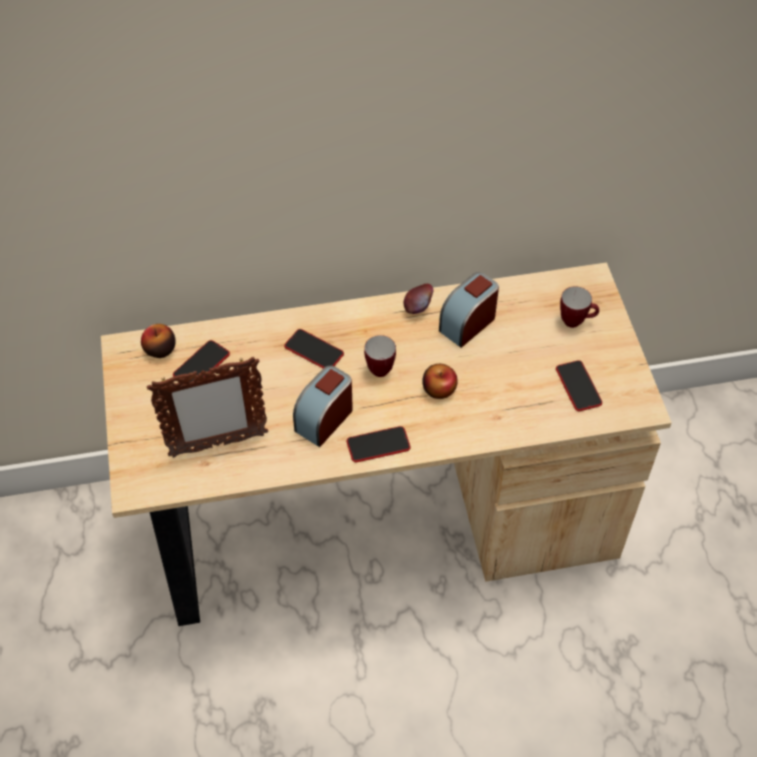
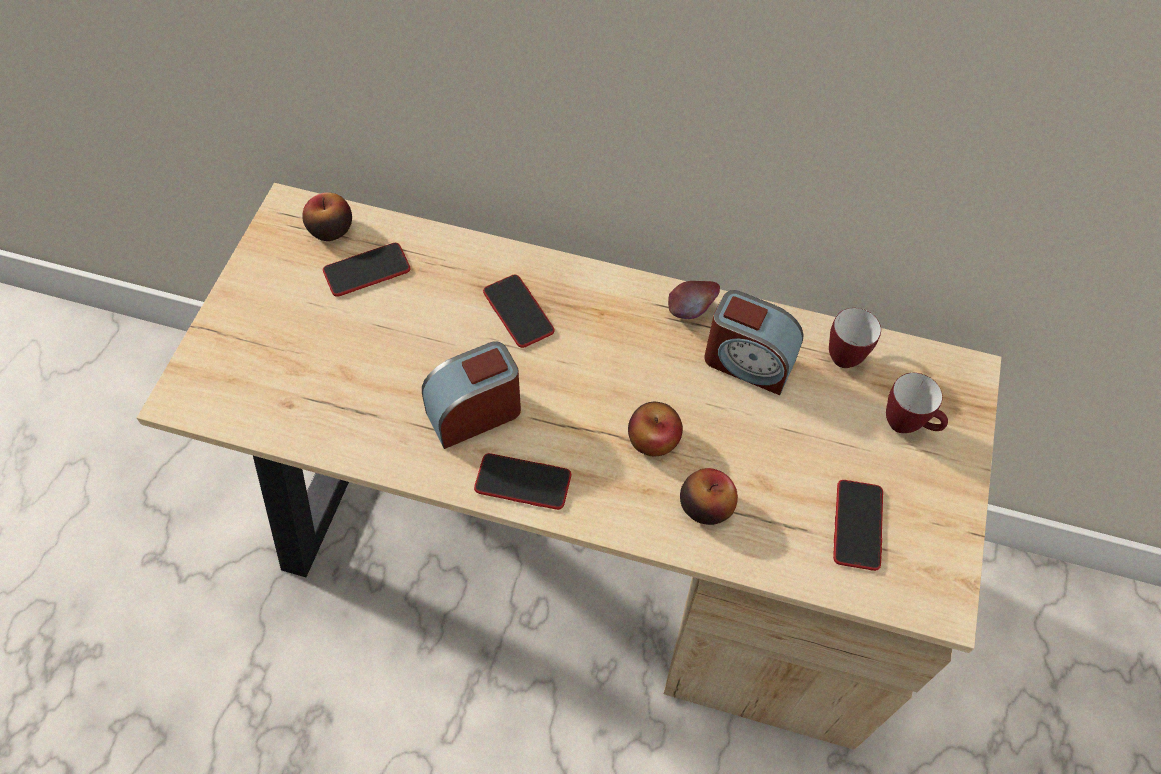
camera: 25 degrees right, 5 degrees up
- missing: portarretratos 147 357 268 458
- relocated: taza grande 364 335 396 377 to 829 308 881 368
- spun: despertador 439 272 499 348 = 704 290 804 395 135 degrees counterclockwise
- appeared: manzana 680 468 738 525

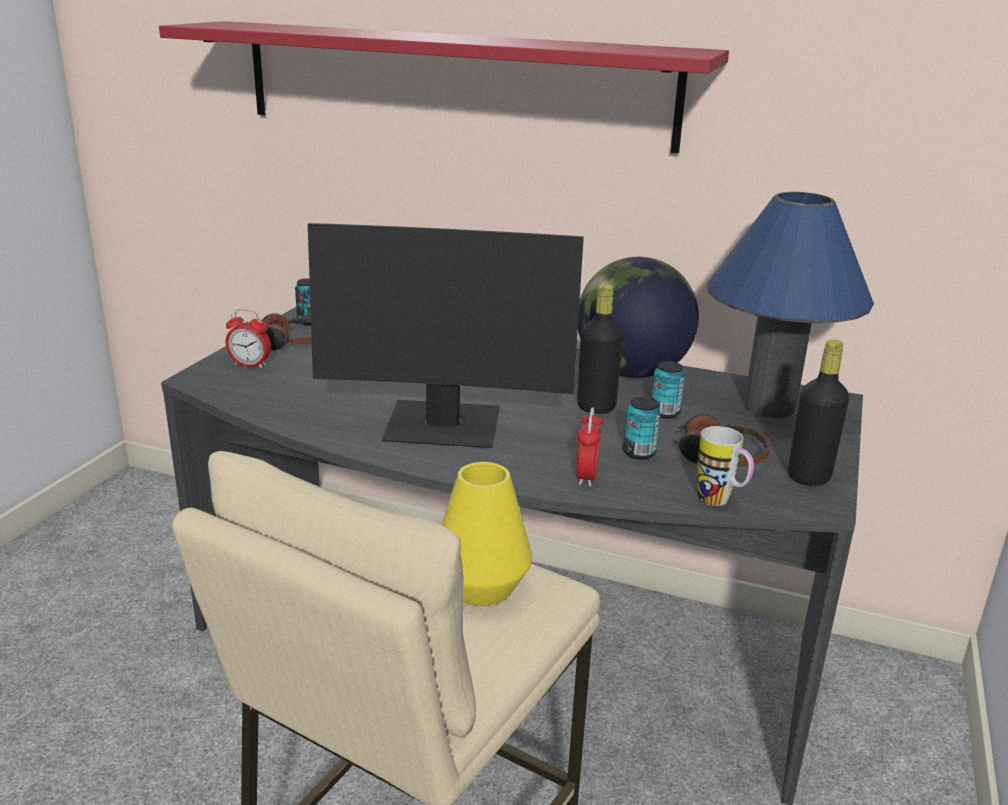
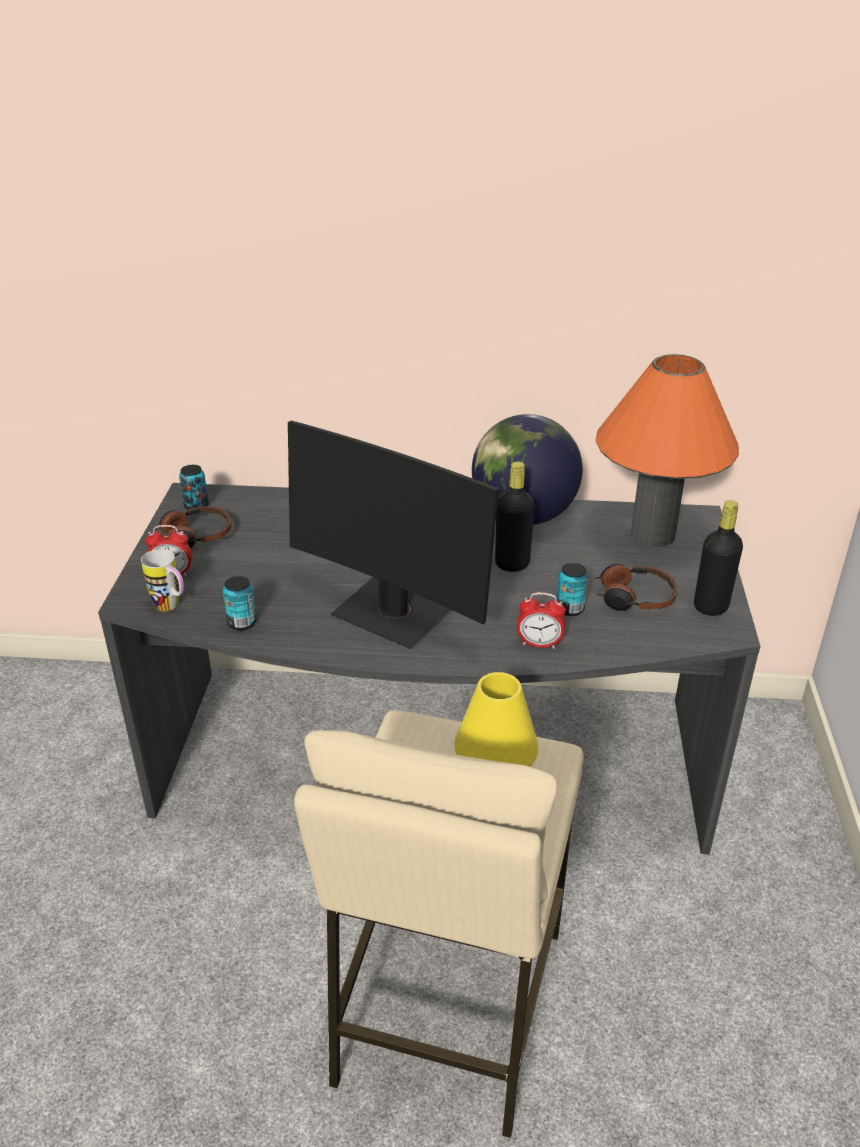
camera: 15 degrees left, 10 degrees up
- missing: estante [rojo] 159 21 729 154
- spun: monitor 308 223 584 448 = 288 421 499 649 45 degrees clockwise
- spun: despertador 576 407 603 487 = 517 592 566 649 105 degrees clockwise
- relocated: lata 651 361 685 419 to 223 576 257 630
- relocated: taza grande 697 426 754 506 to 141 549 184 611
- colour: lámpara de mesa [azul] 708 192 874 418 to lámpara de mesa [naranja] 596 354 739 548

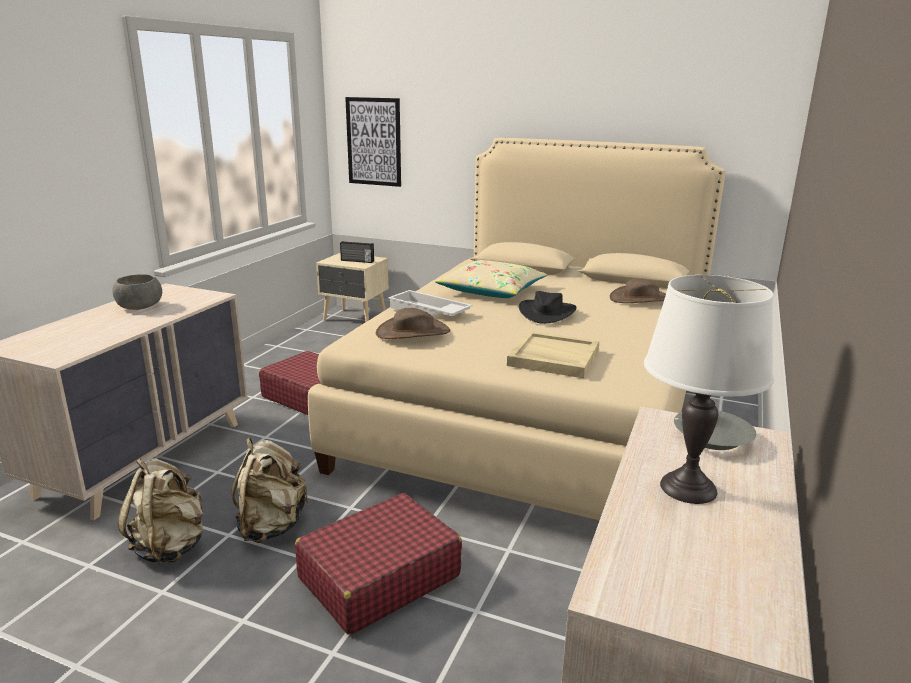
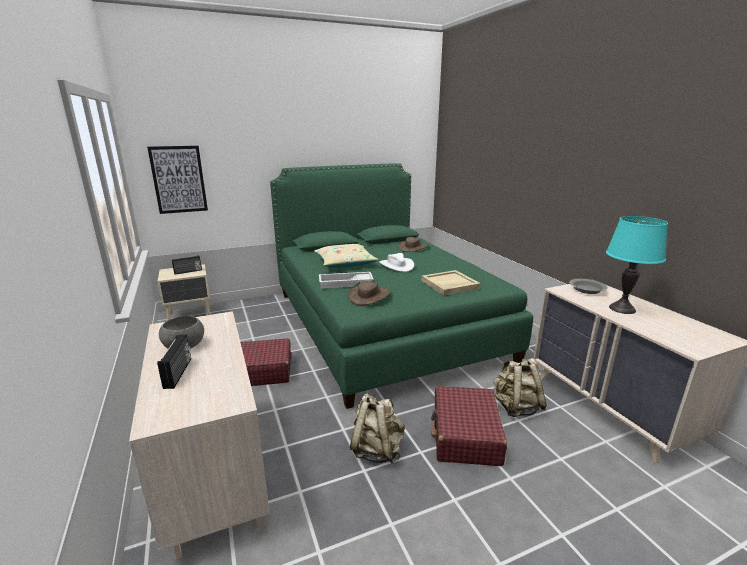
camera: 45 degrees left, 0 degrees up
- relocated: mochila [beis] 118 458 204 565 to 493 358 547 417
- colour: cama [beis] 308 138 726 520 to cama [verde] 270 163 533 409
- colour: sombrero [negro] 519 291 577 324 to sombrero [blanco] 380 253 414 272
- colour: lámpara de mesa [blanco] 644 275 774 504 to lámpara de mesa [turquesa] 606 216 668 314
- appeared: radio 157 334 191 389

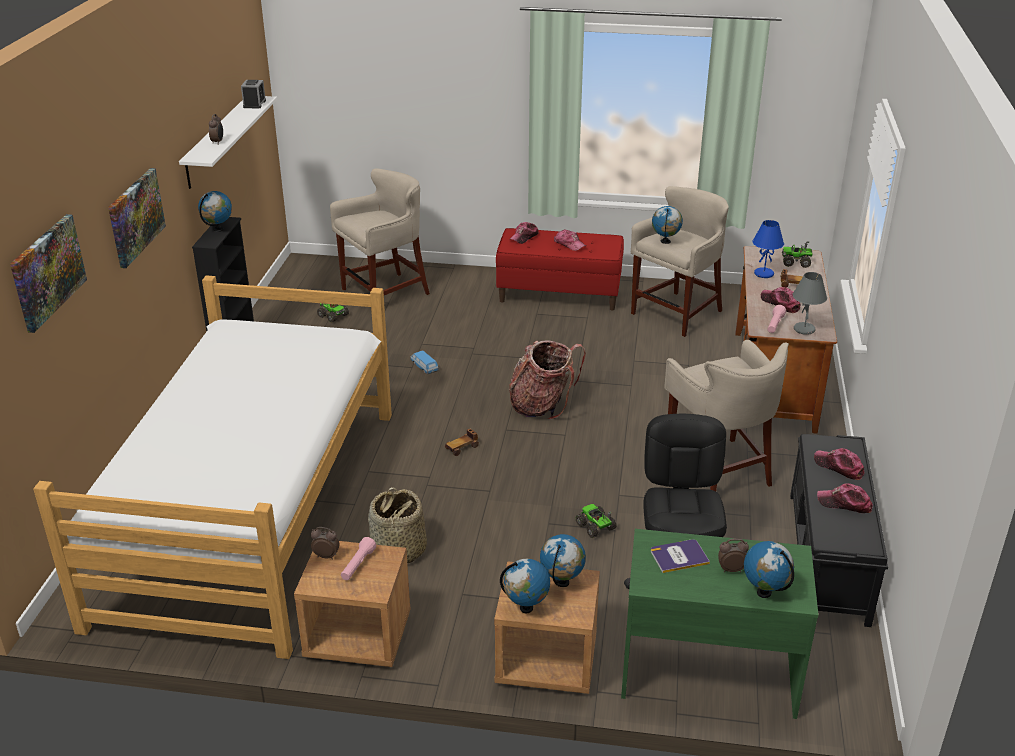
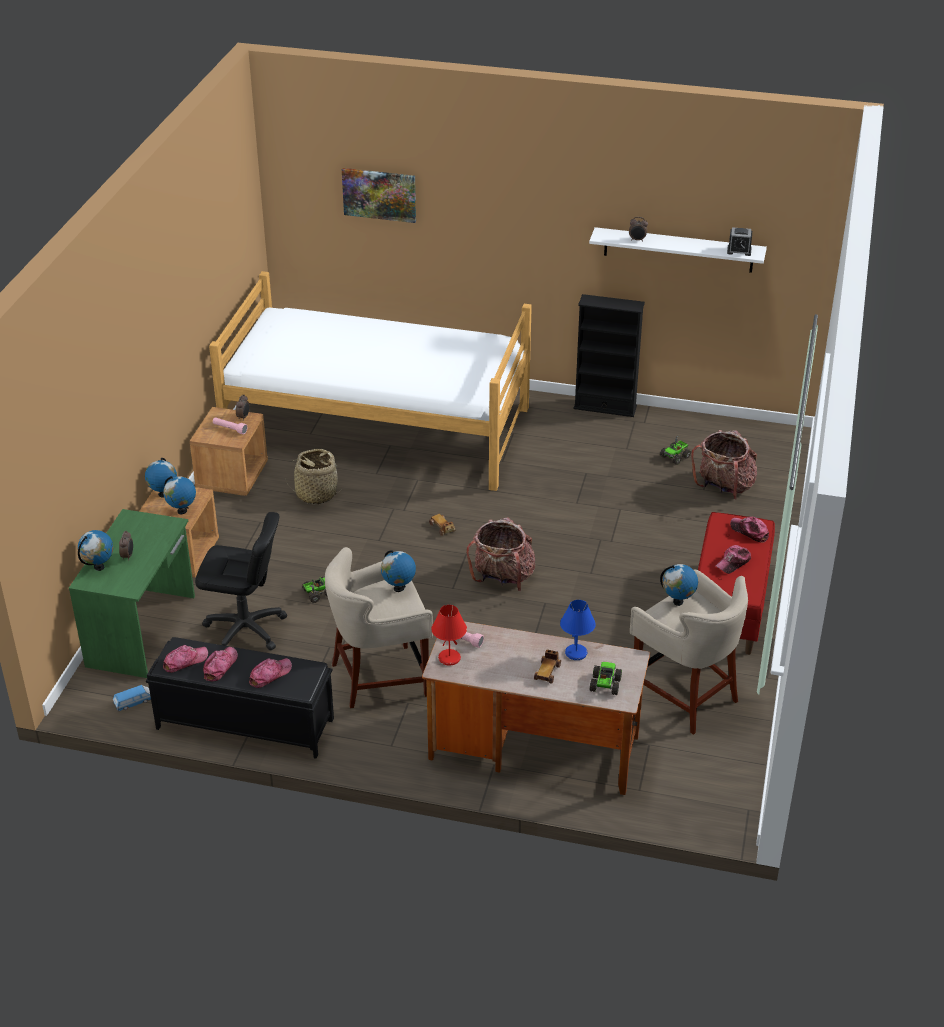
camera: 95 degrees right, 5 degrees up
- missing: cuadro 108 168 166 268
- relocated: globo terráqueo 198 191 232 232 to 381 550 416 592
- exchanged: taburete [beis] 330 168 430 295 to mochila 691 430 757 500
- relocated: coche de juguete 410 350 439 375 to 113 685 151 711
- missing: libro 651 539 710 573
- relocated: gorra 761 287 801 313 to 163 645 208 673
- colour: lámpara de mesa [gris] 792 272 827 335 to lámpara de mesa [rojo] 431 605 467 666

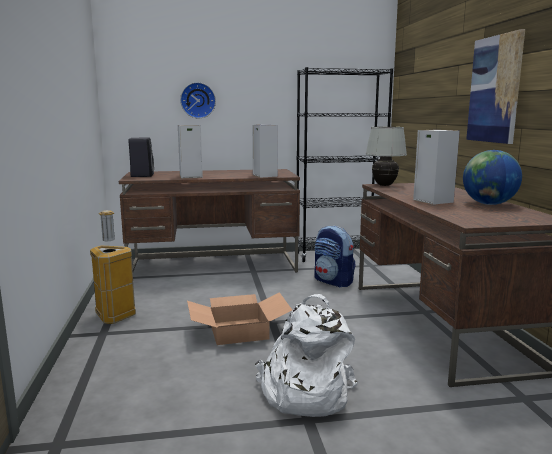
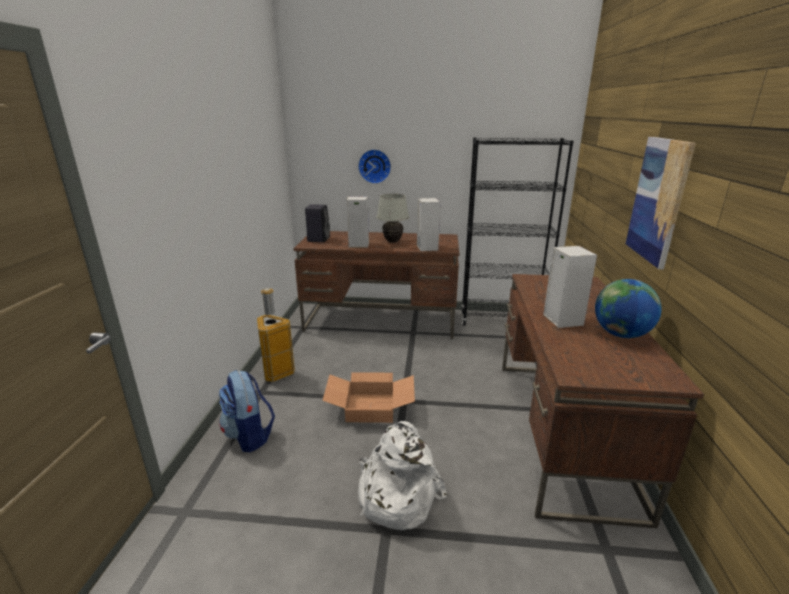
camera: 15 degrees right, 10 degrees up
- relocated: mochila 314 226 356 288 to 219 370 275 452
- relocated: lámpara de mesa [blanco] 365 127 407 186 to 377 194 409 243

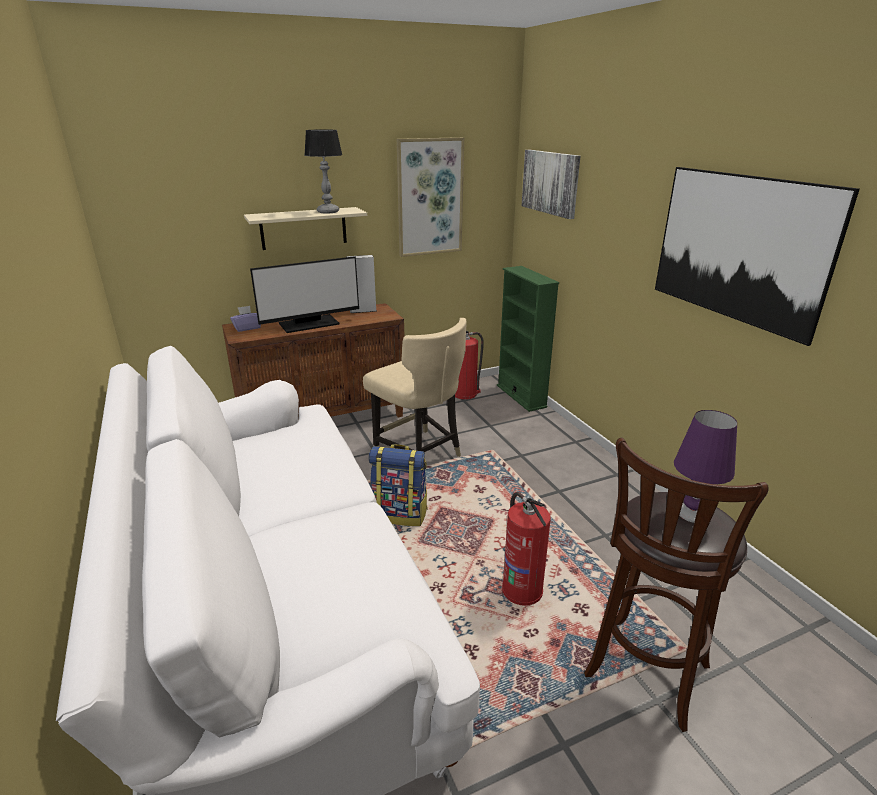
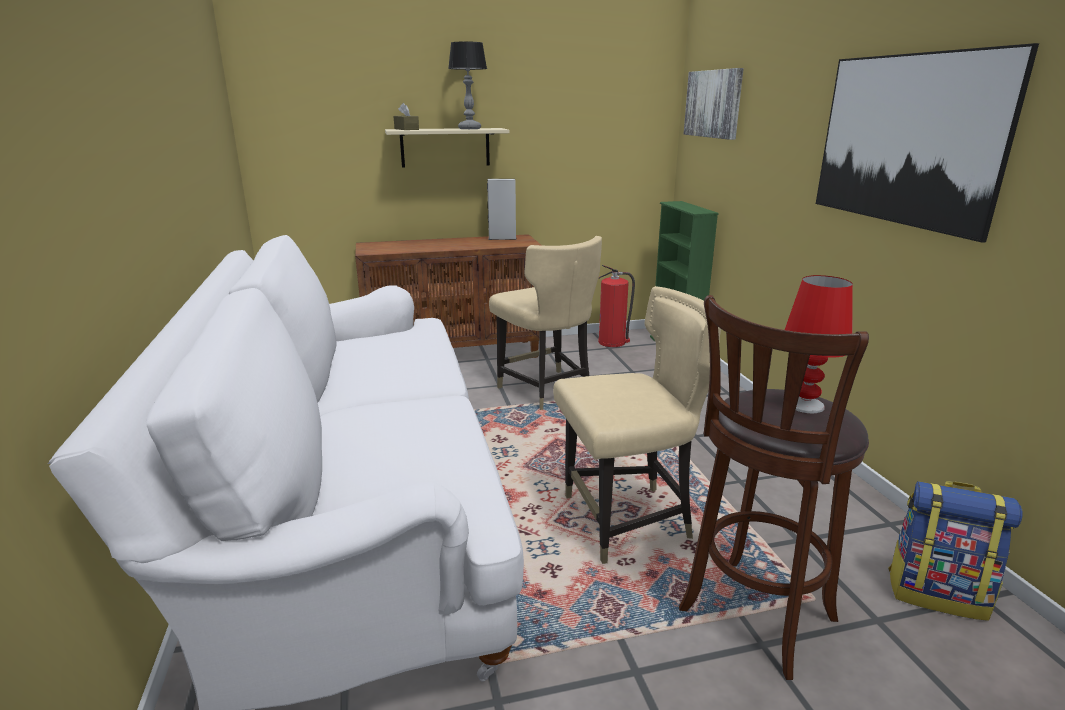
camera: 10 degrees right, 5 degrees down
- missing: caja de pañuelos [morado] 230 306 261 332
- missing: monitor 250 256 359 333
- relocated: mochila 369 444 428 526 to 889 481 1023 621
- missing: cuadro 397 137 464 257
- exchanged: extintor 502 492 551 606 to silla [beis] 553 286 721 564
- colour: lámpara de mesa [morado] 674 410 737 523 to lámpara de mesa [rojo] 785 275 853 413
- appeared: caja de pañuelos [marrón] 394 103 419 130

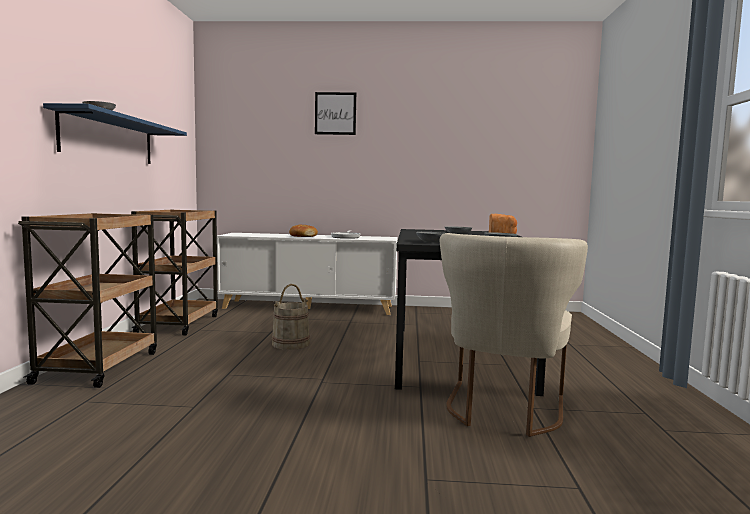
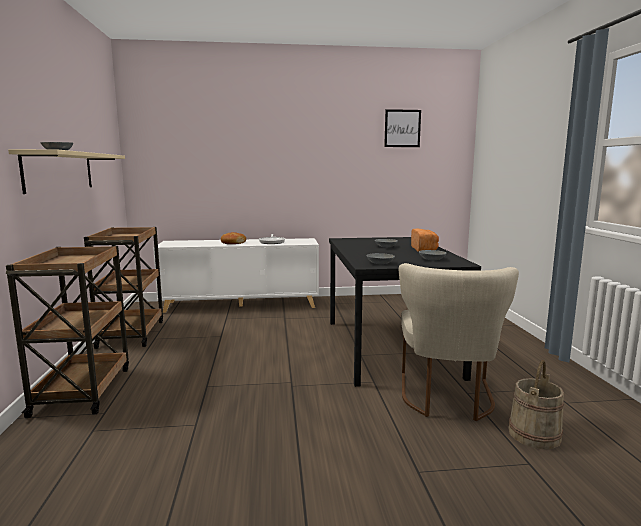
camera: 10 degrees left, 5 degrees up
- colour: estante [azul] 43 103 187 164 to estante [beis] 8 149 125 194
- relocated: cubo [beis] 272 284 310 350 to 508 360 564 450
- relocated: cuadro 315 92 356 135 to 384 109 421 147

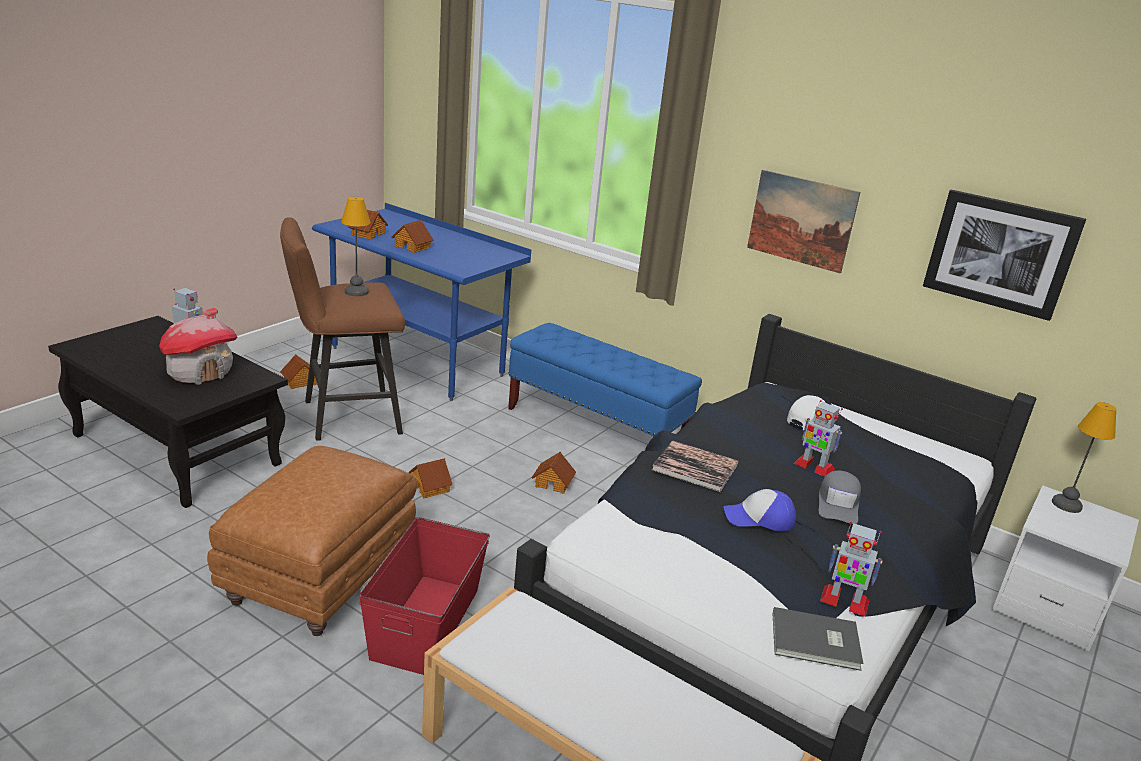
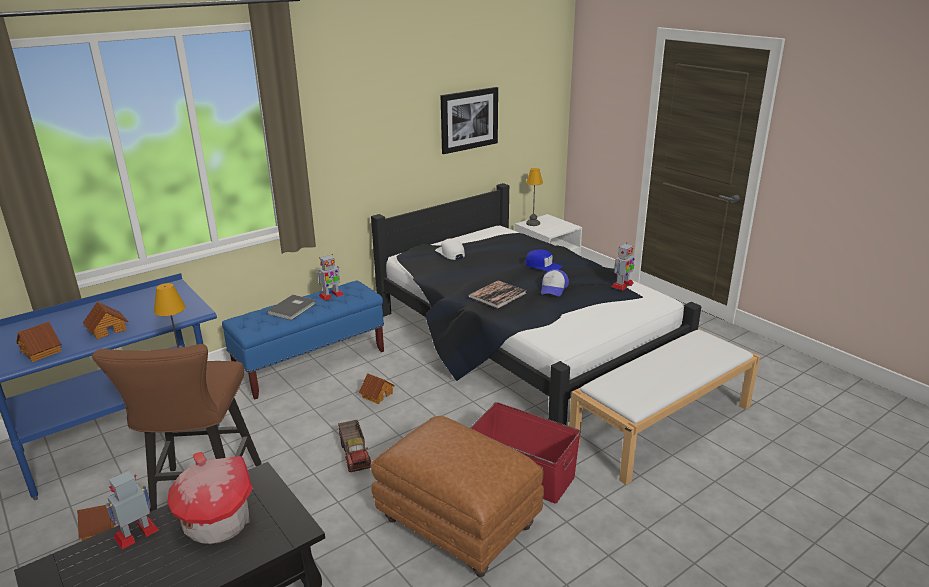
camera: 70 degrees left, 0 degrees up
- exchanged: casita 408 458 453 498 to camión de juguete 338 420 371 472
- missing: cuadro 747 170 860 273
- relocated: libro [gris] 772 607 863 671 to 267 295 316 320
- relocated: robot de juguete 793 400 843 476 to 317 254 344 301
- colour: gorra [gris] 819 471 861 524 to gorra [azul] 525 249 563 271

